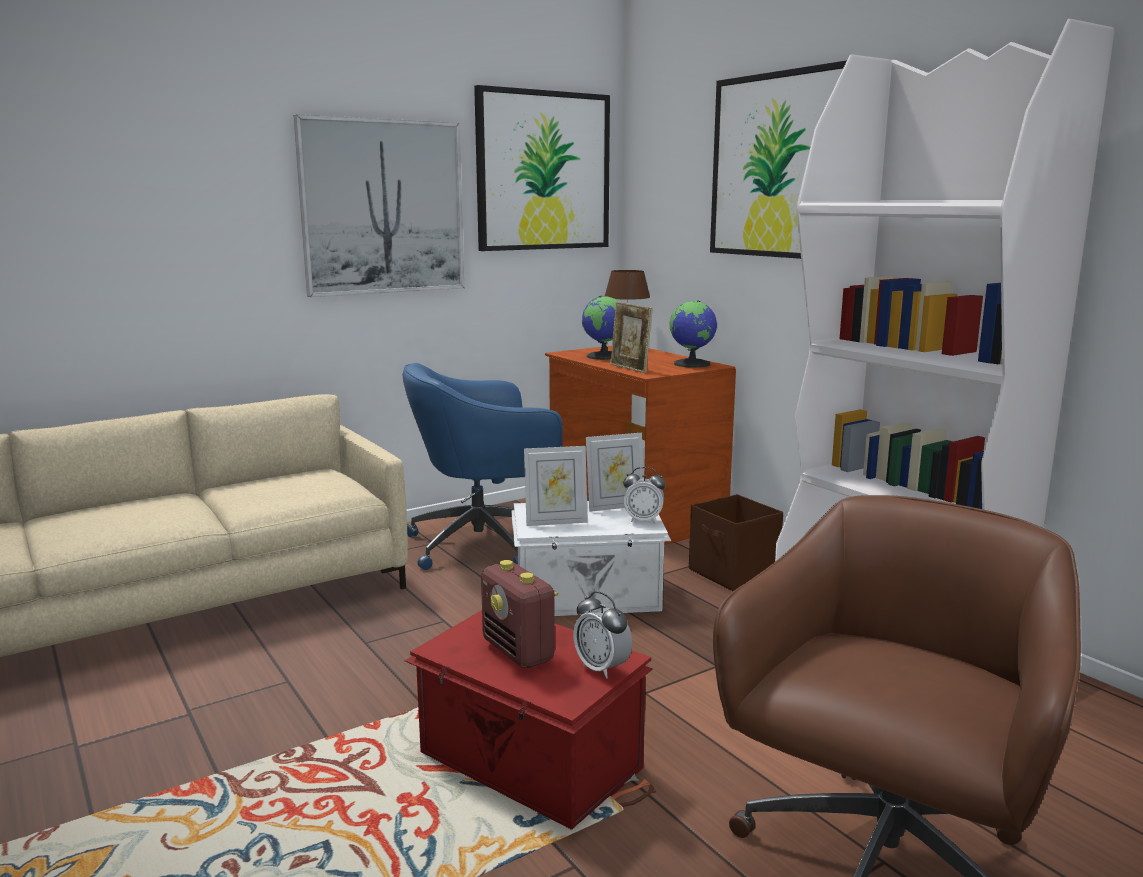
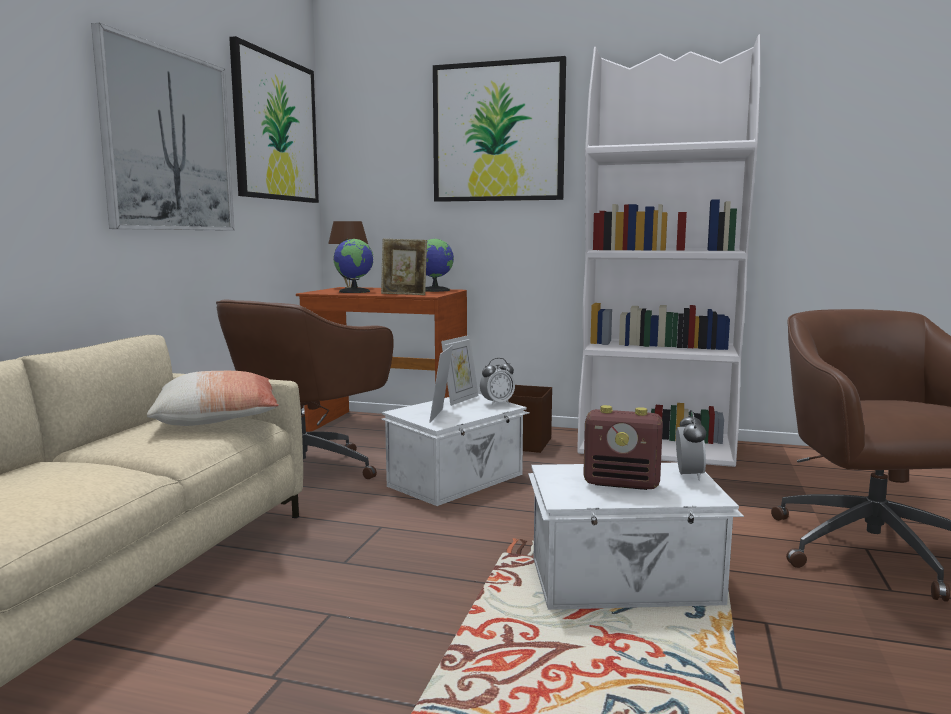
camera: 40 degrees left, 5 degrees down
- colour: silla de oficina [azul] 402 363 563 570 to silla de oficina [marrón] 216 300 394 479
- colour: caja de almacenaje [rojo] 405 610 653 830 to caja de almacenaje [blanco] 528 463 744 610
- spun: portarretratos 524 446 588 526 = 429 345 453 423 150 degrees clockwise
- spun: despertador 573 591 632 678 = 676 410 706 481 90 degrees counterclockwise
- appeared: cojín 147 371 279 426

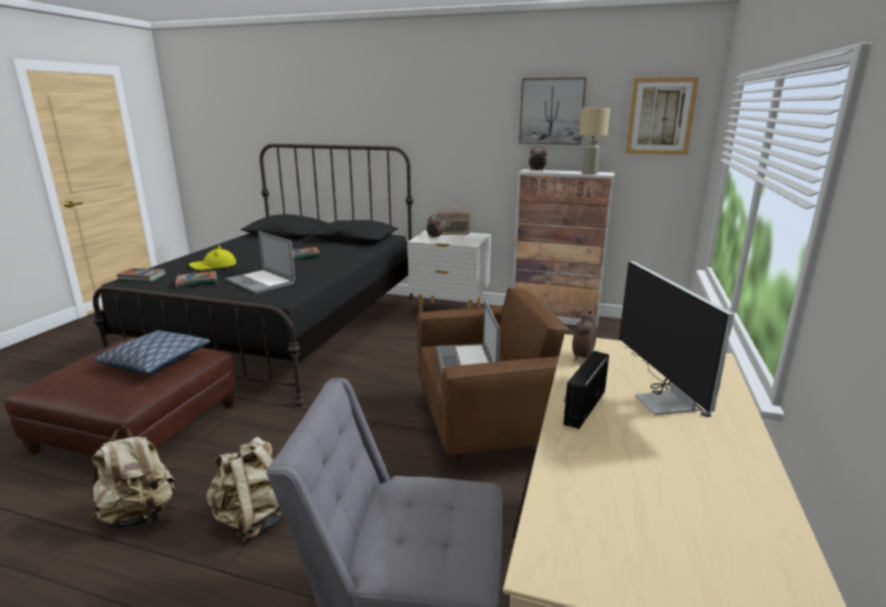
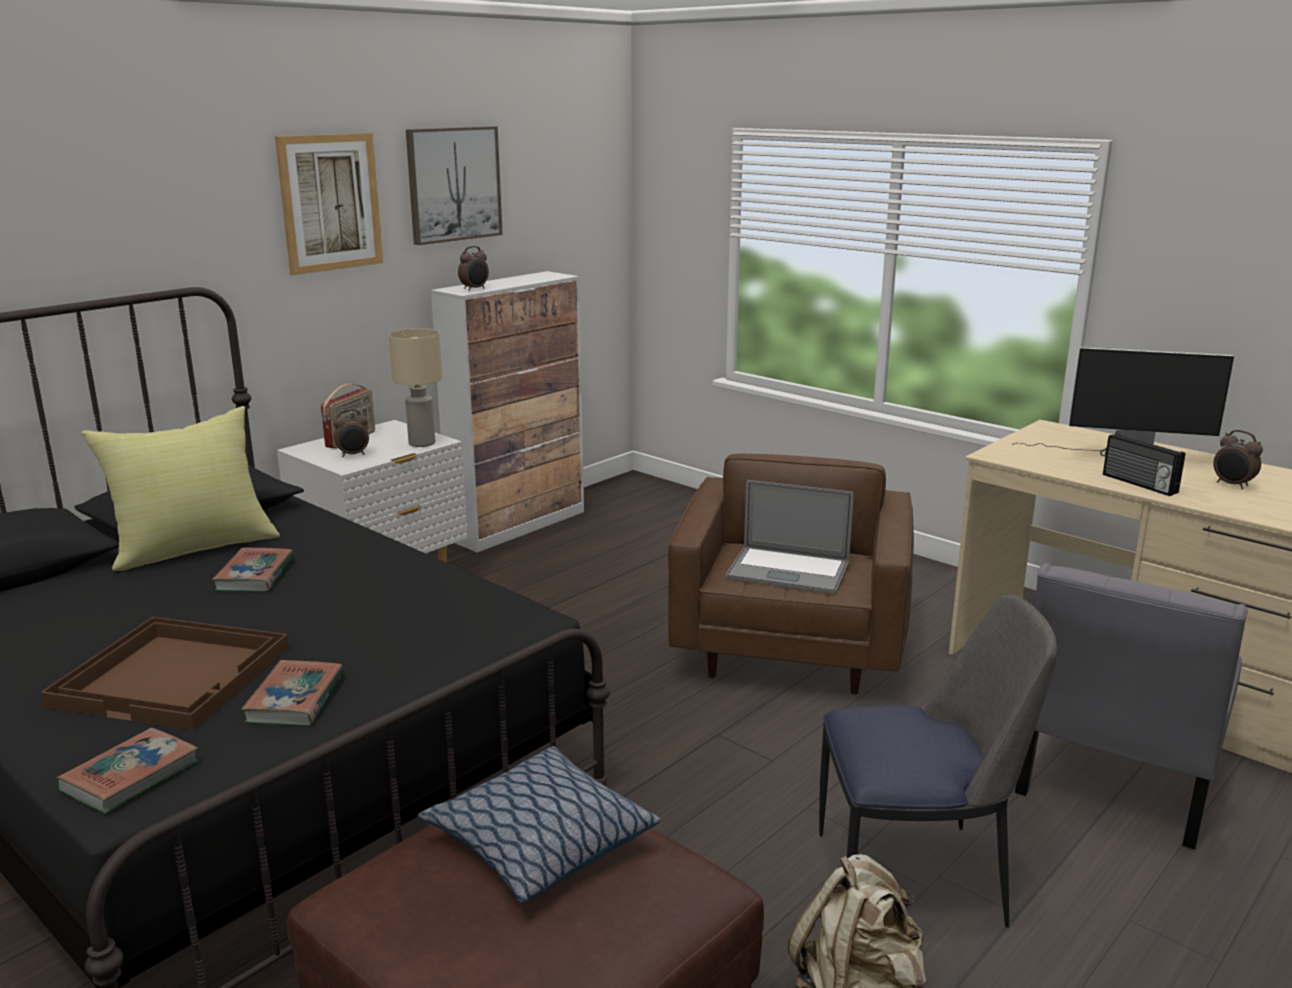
camera: 65 degrees left, 0 degrees up
- exchanged: sombrero [amarillo] 189 245 237 270 to bandeja [marrón] 41 617 289 730
- exchanged: mochila [beis] 206 437 283 542 to silla 819 594 1057 927
- missing: portátil 225 231 295 294
- relocated: despertador 572 309 597 361 to 1213 430 1263 490
- relocated: lámpara de mesa [beis] 579 108 610 174 to 389 328 442 447
- relocated: cuadro 626 77 699 155 to 275 133 383 275
- appeared: cojín [amarillo] 81 406 280 571

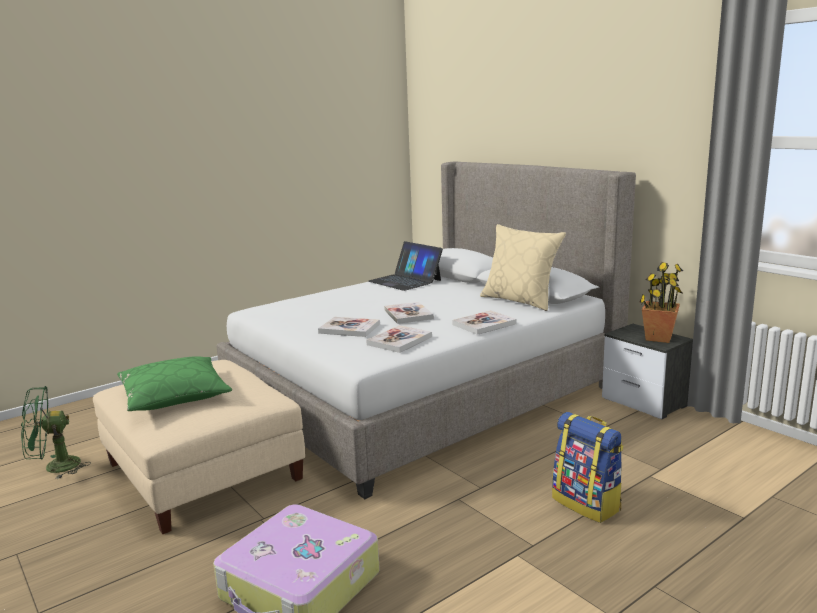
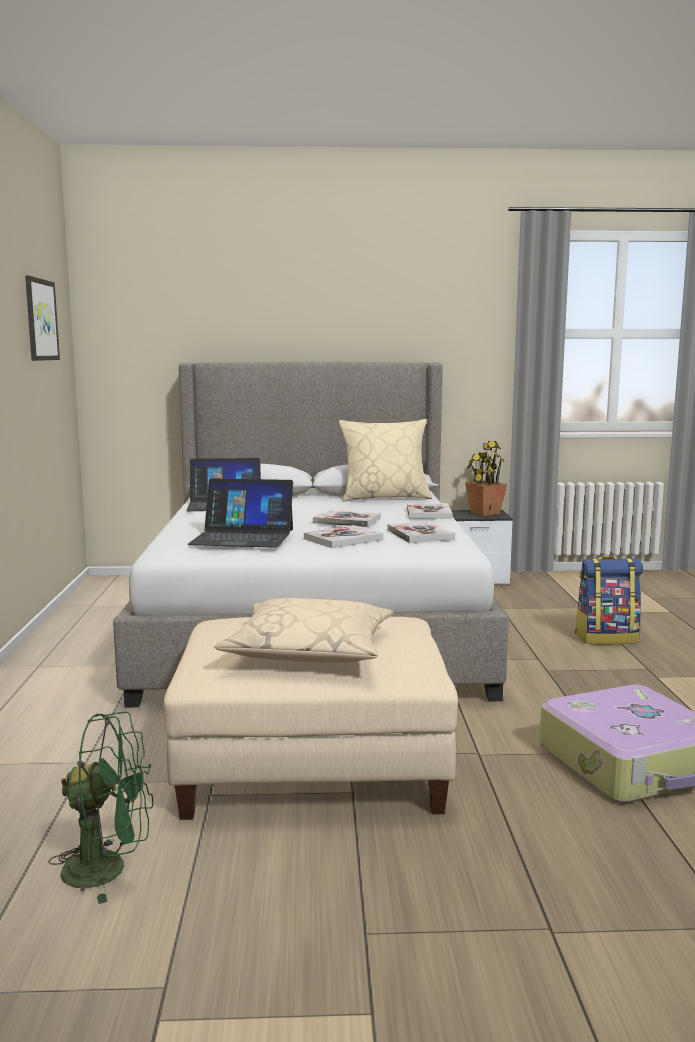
camera: 55 degrees left, 5 degrees down
- spun: ventilador [verde] 21 386 91 479 = 48 712 153 904 105 degrees counterclockwise
- colour: cojín [verde] 117 356 232 411 to cojín [beis] 214 598 393 663
- appeared: cuadro 25 276 60 361
- appeared: portátil 188 478 293 548

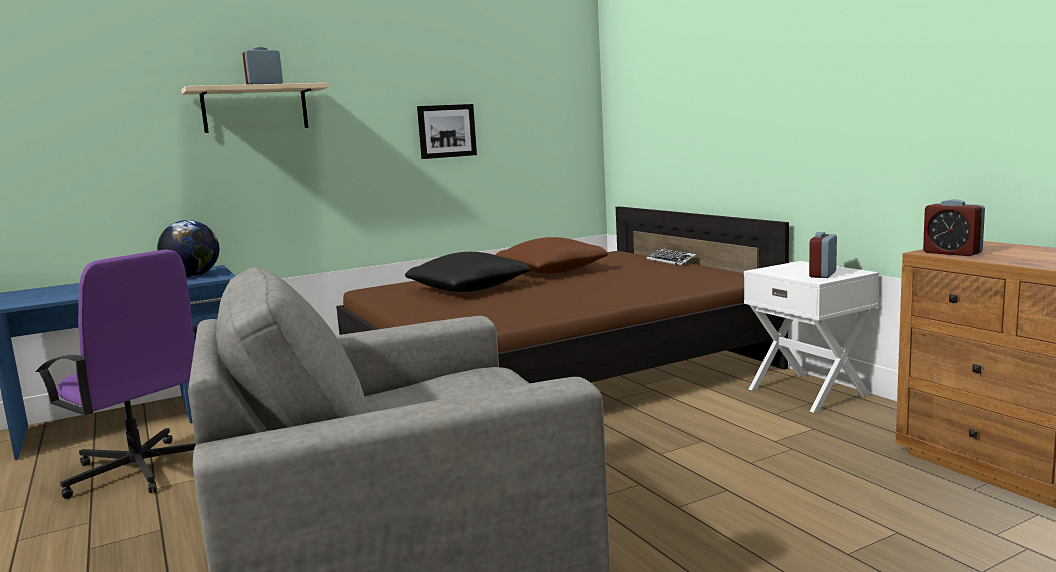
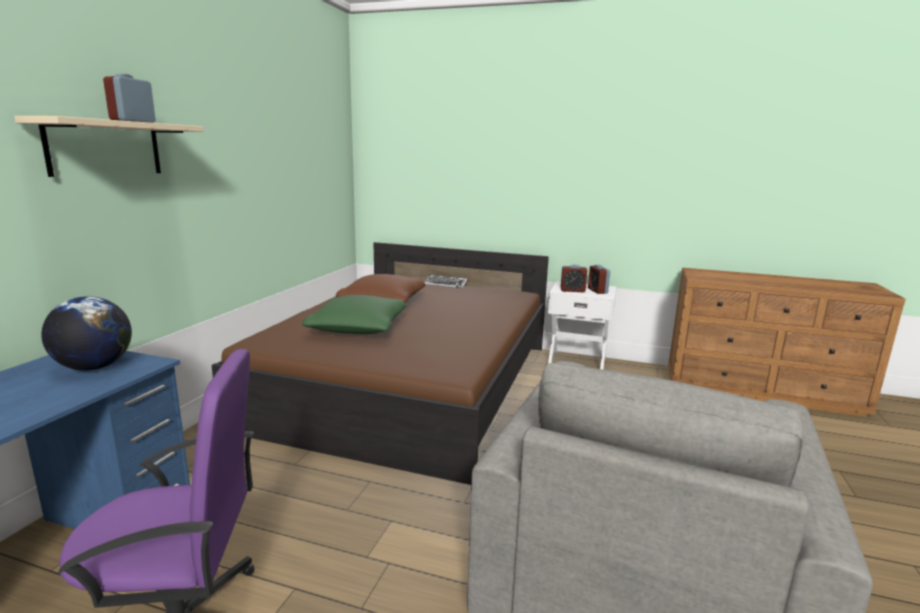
camera: 45 degrees left, 5 degrees up
- colour: cojín [negro] 405 252 530 292 to cojín [verde] 302 295 406 334
- missing: cuadro 417 104 477 159
- relocated: despertador 923 199 985 256 to 561 265 587 292

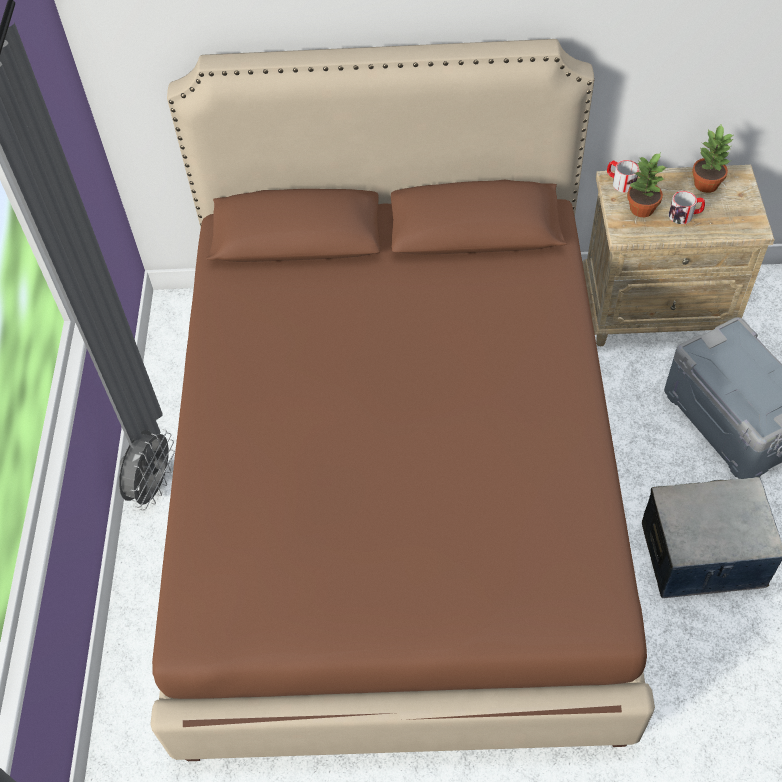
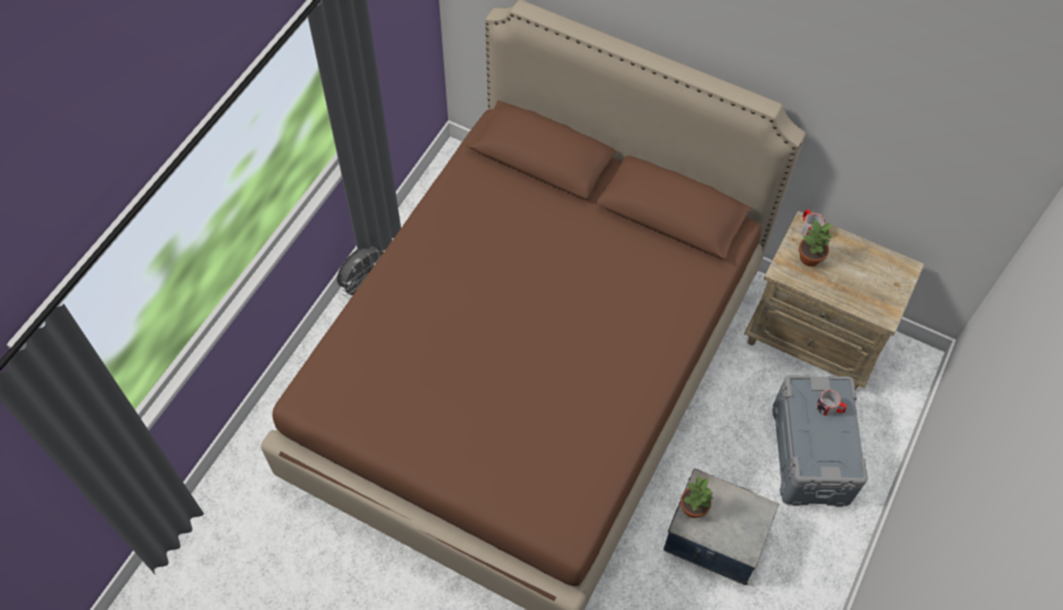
camera: 25 degrees right, 5 degrees up
- relocated: taza grande 669 191 705 224 to 816 390 847 416
- relocated: planta en maceta 692 125 734 193 to 680 475 713 518

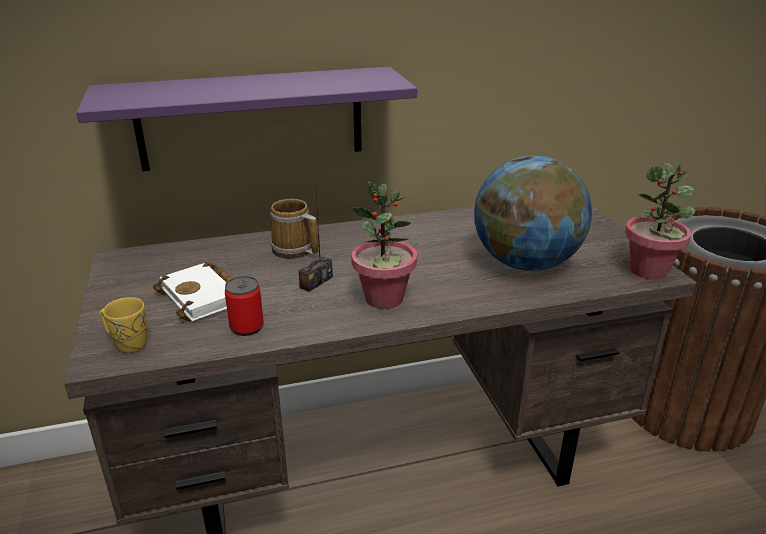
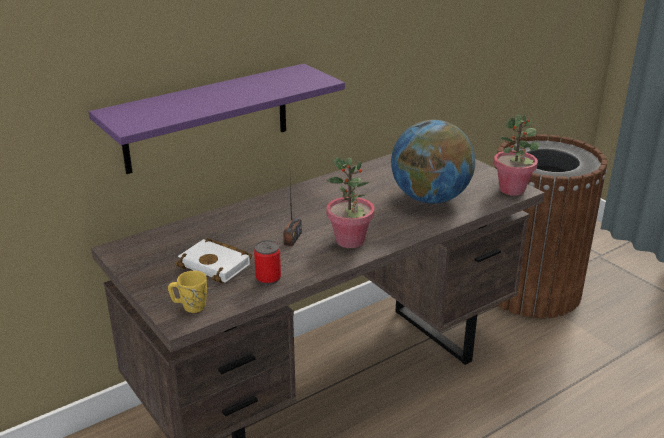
camera: 20 degrees left, 0 degrees up
- missing: taza grande 270 199 319 259

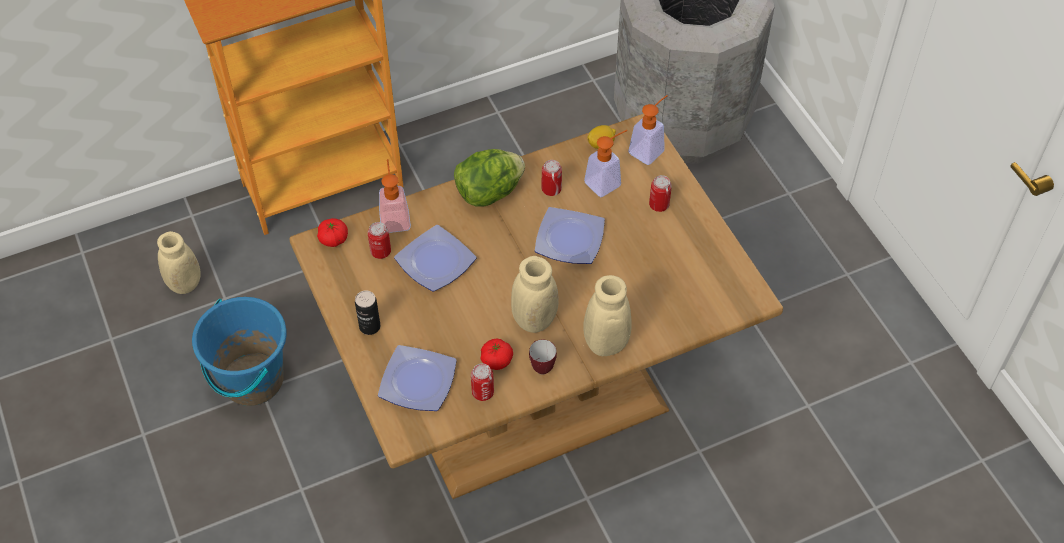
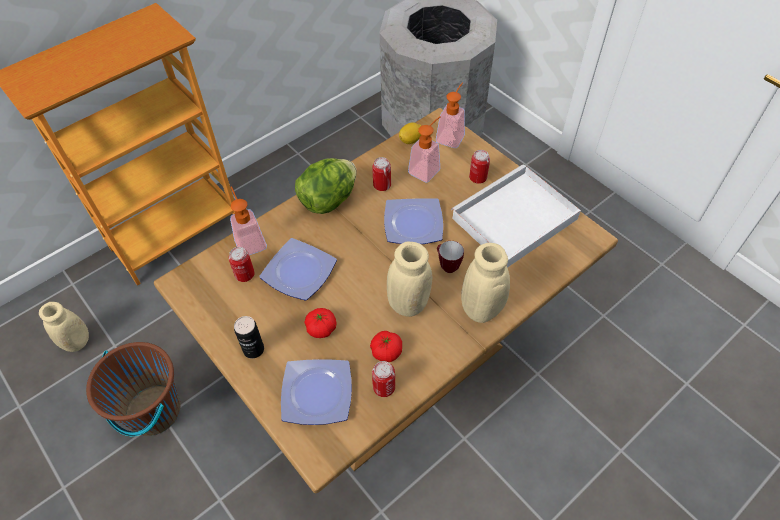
camera: 15 degrees left, 0 degrees up
- colour: cubo [azul] 192 297 287 406 to cubo [marrón] 86 342 181 436
- relocated: tomate 317 218 348 247 to 305 308 337 338
- relocated: taza grande 529 339 557 374 to 437 241 464 273
- appeared: bandeja [blanco] 451 164 581 268

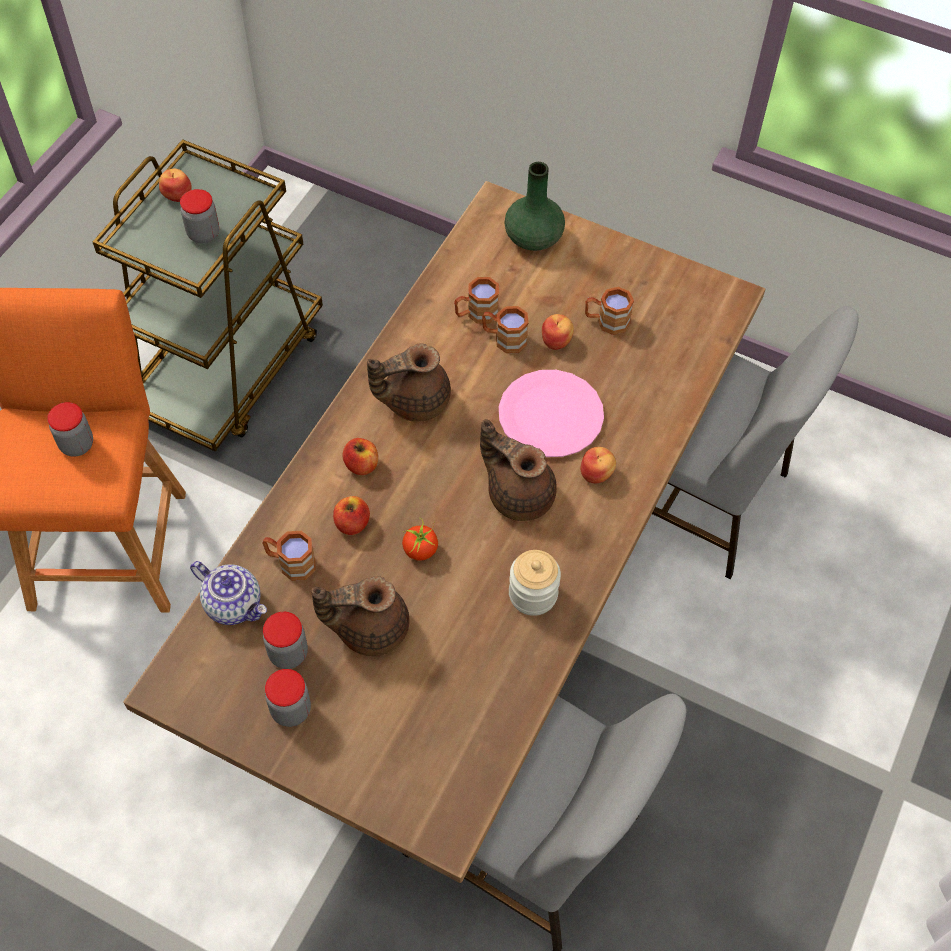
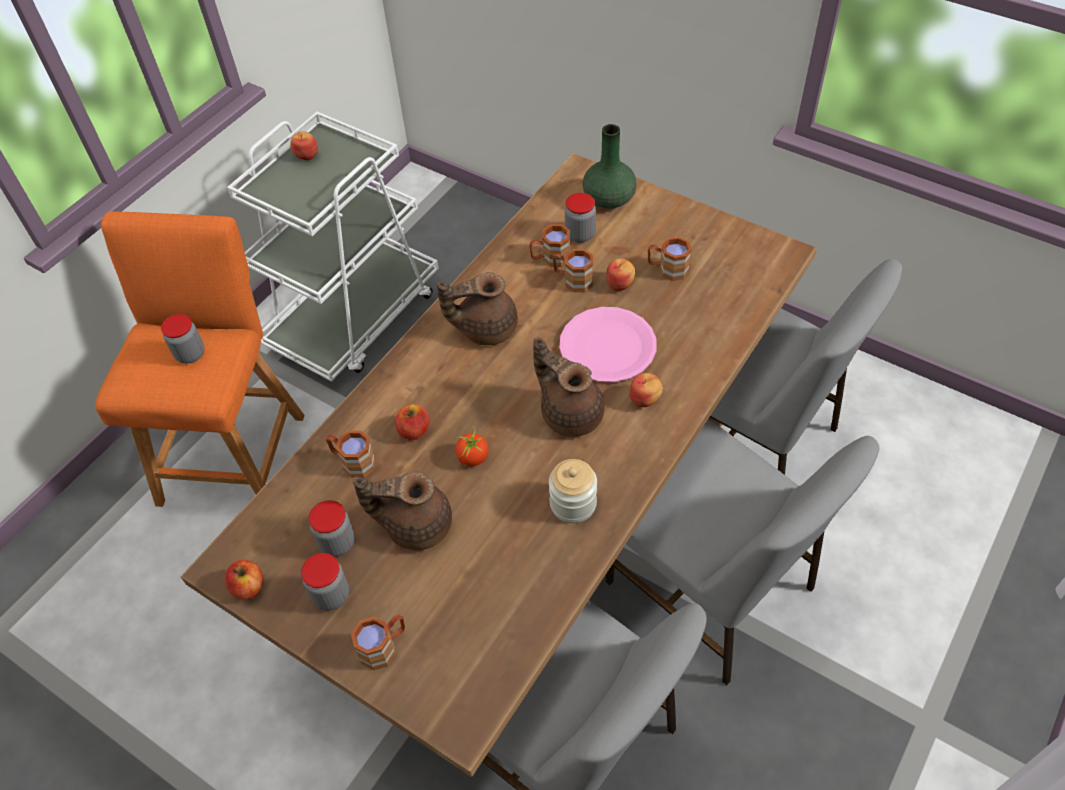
camera: 10 degrees right, 5 degrees down
- colour: carrito [marrón] 93 139 323 452 to carrito [blanco] 227 112 439 382
- relocated: tarro 180 189 219 243 to 565 193 596 243
- missing: tetera 190 561 267 625
- relocated: manzana 342 438 378 475 to 225 560 263 600
- appeared: taza grande [marrón] 351 614 405 670
- appeared: silla [gris] 605 420 880 685

